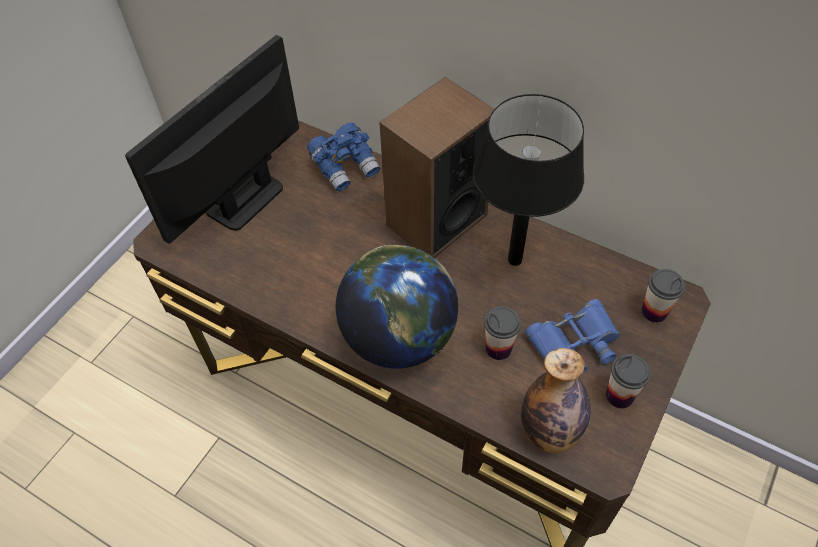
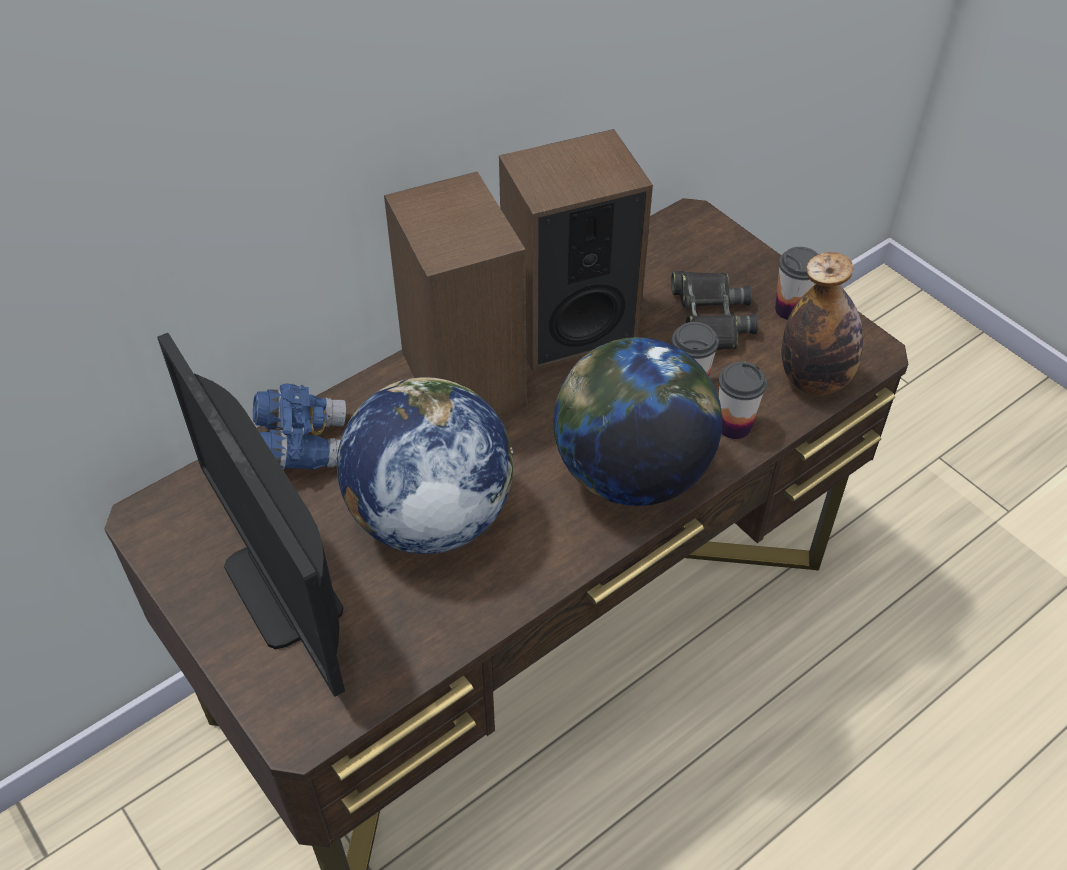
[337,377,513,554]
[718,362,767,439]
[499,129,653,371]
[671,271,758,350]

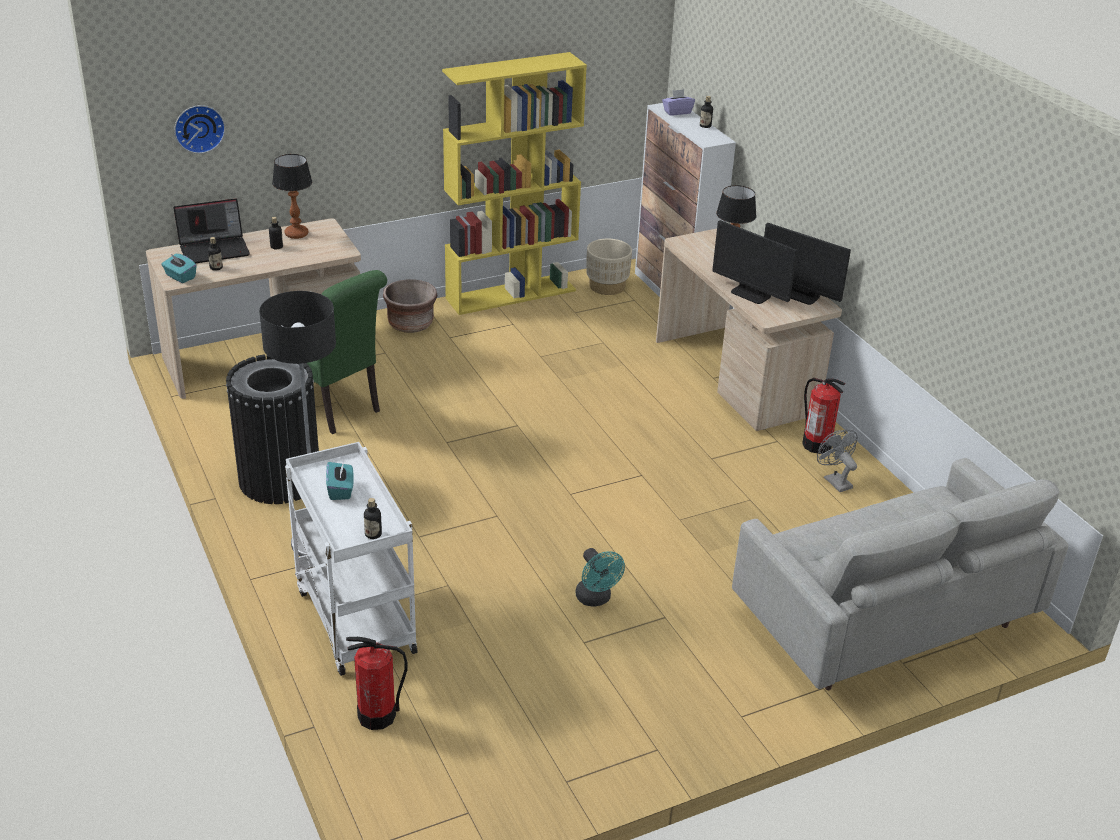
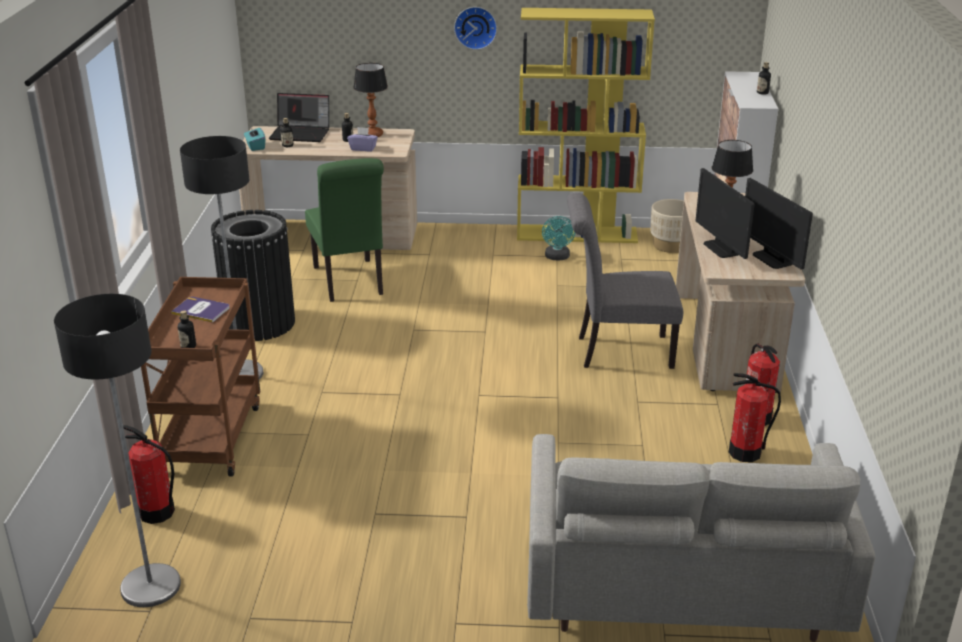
[383,279,438,333] (first image)
[54,294,181,607]
[567,193,683,369]
[454,7,497,50]
[542,216,575,260]
[347,127,378,151]
[171,297,230,323]
[729,373,781,462]
[141,277,260,476]

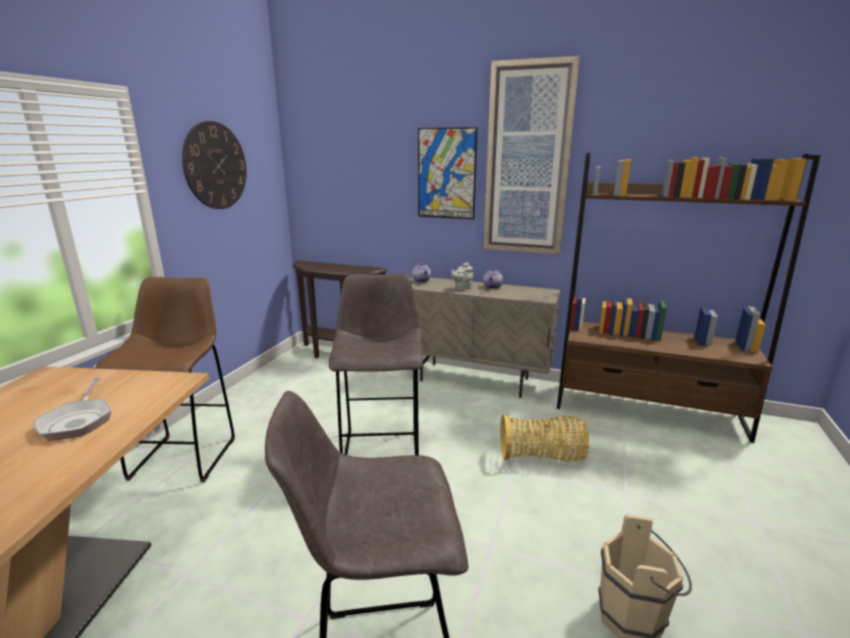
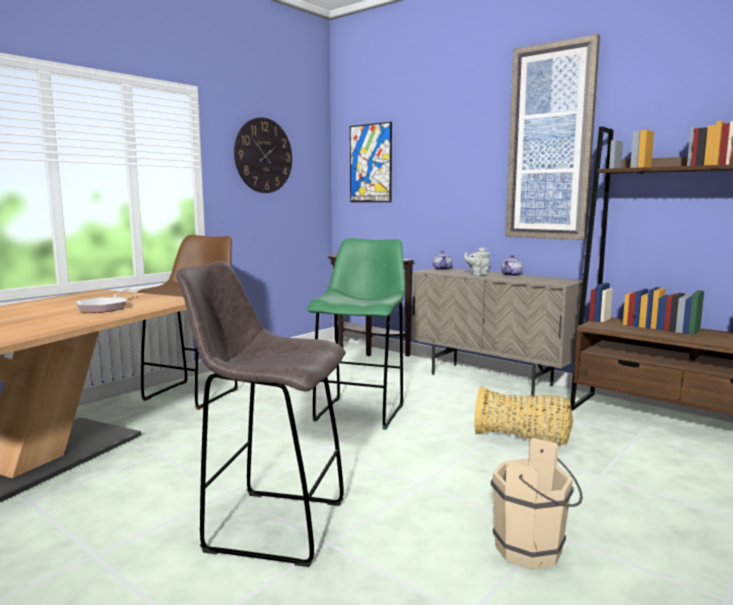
[350,122,392,202]
[307,238,406,430]

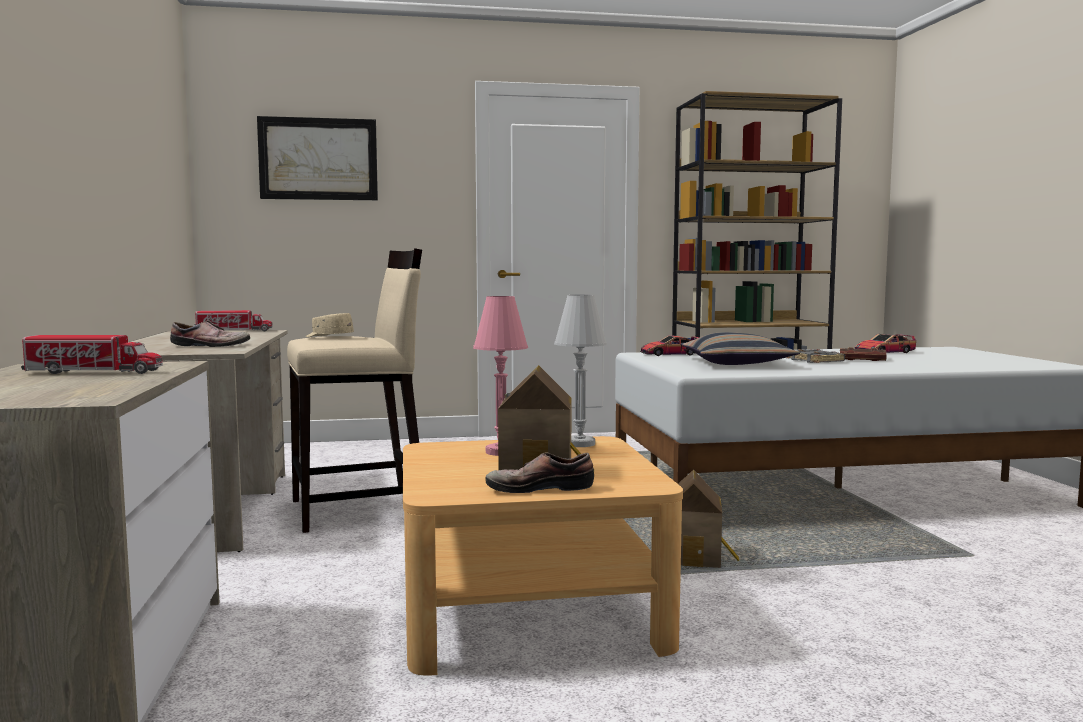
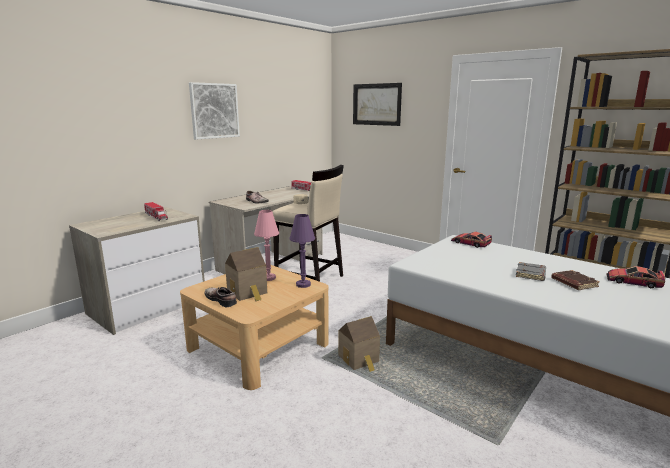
[680,332,801,365] (first image)
[189,82,240,140]
[289,214,315,288]

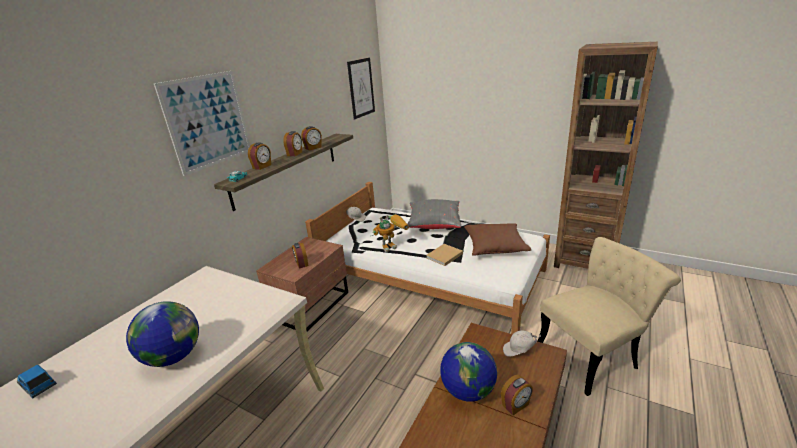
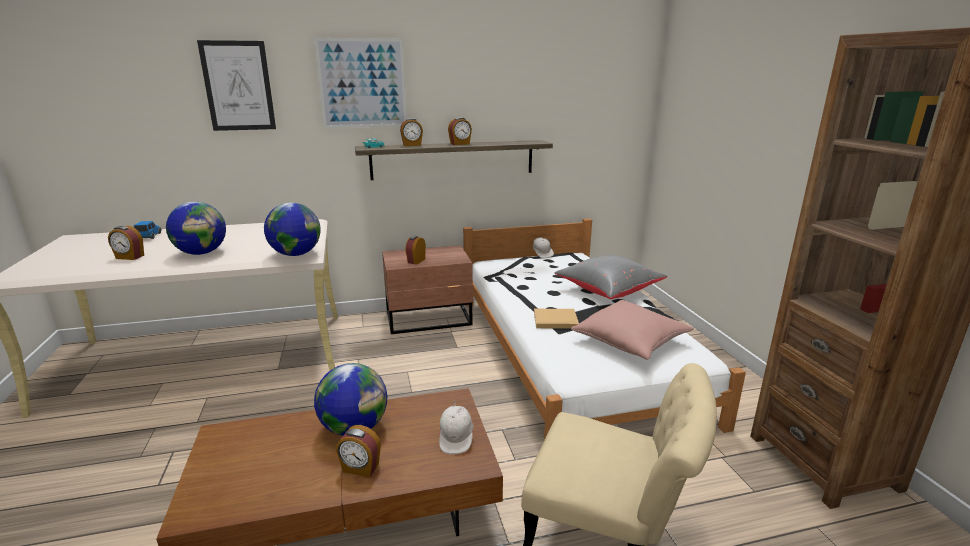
[373,214,409,252] (first image)
[264,203,321,256]
[108,226,144,260]
[197,40,276,131]
[571,300,694,360]
[439,400,473,454]

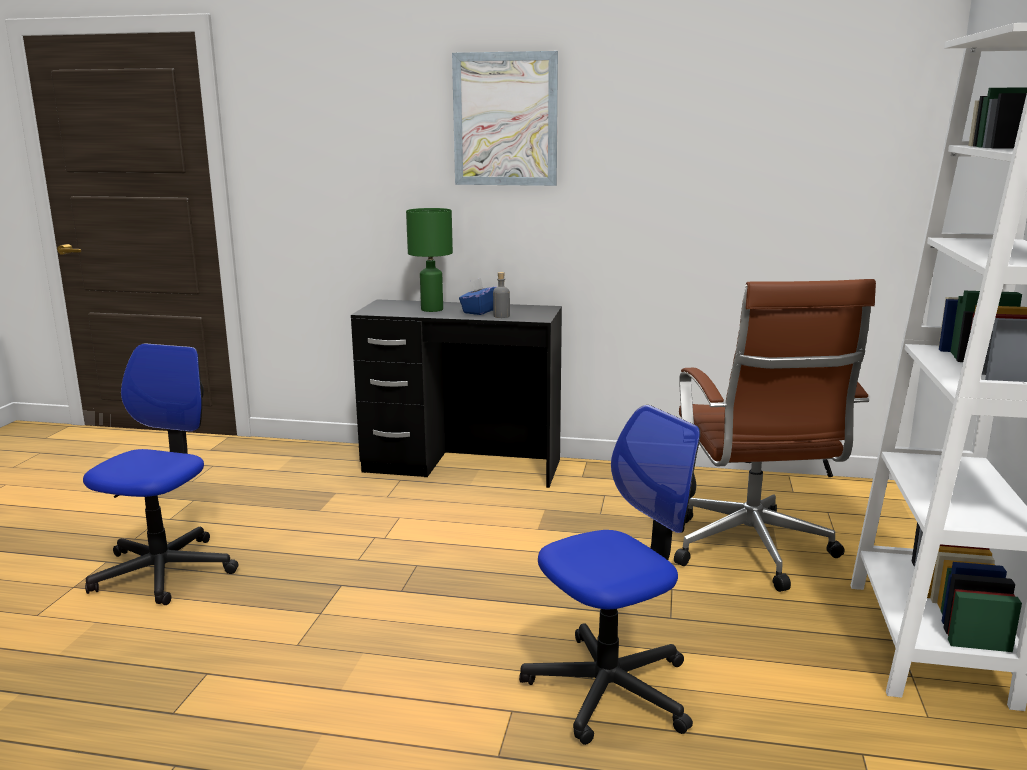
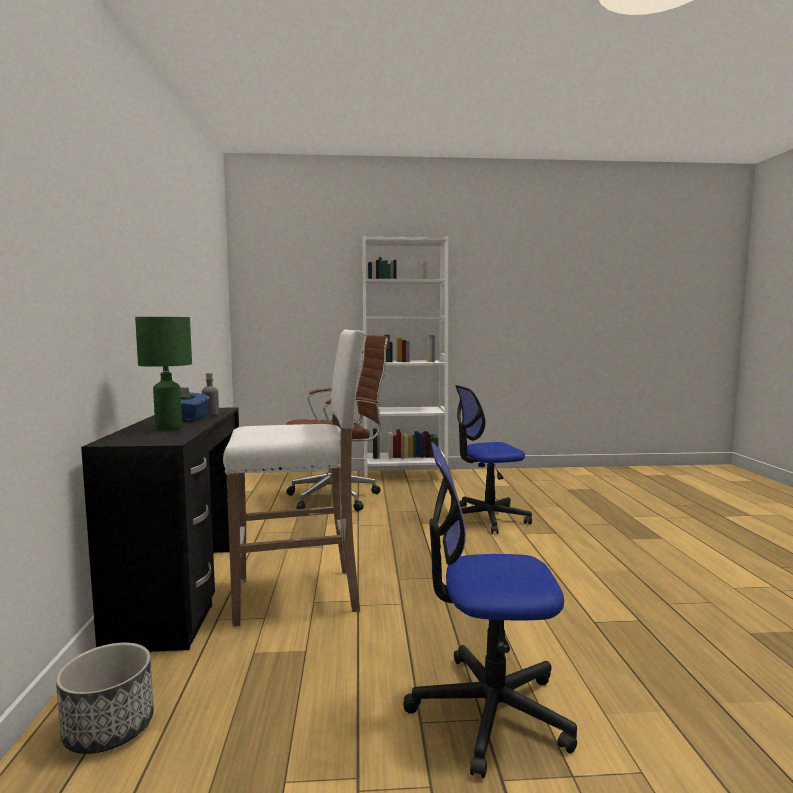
[452,51,558,186] (first image)
[56,643,154,754]
[223,329,366,627]
[446,385,532,534]

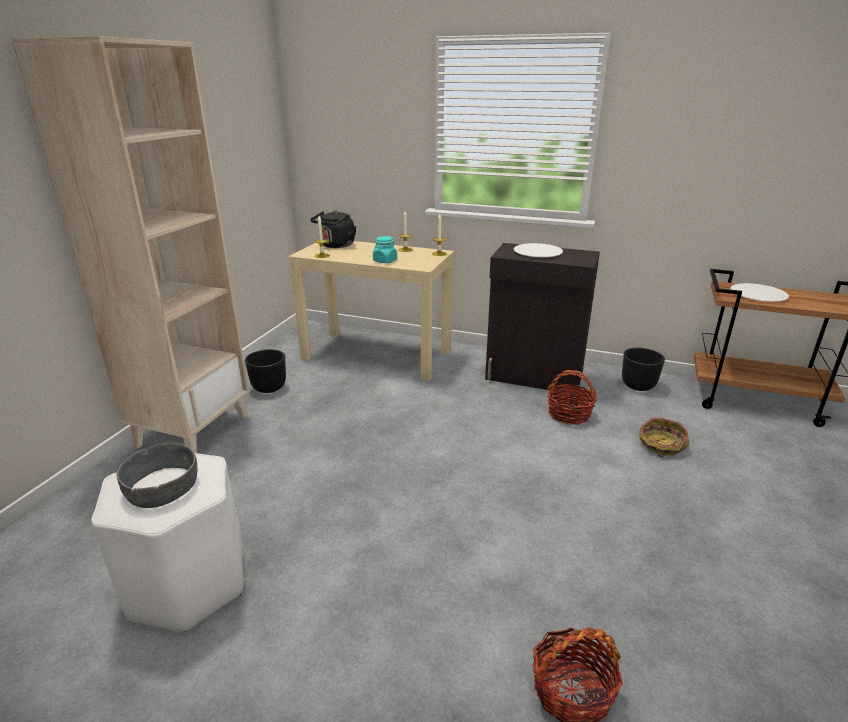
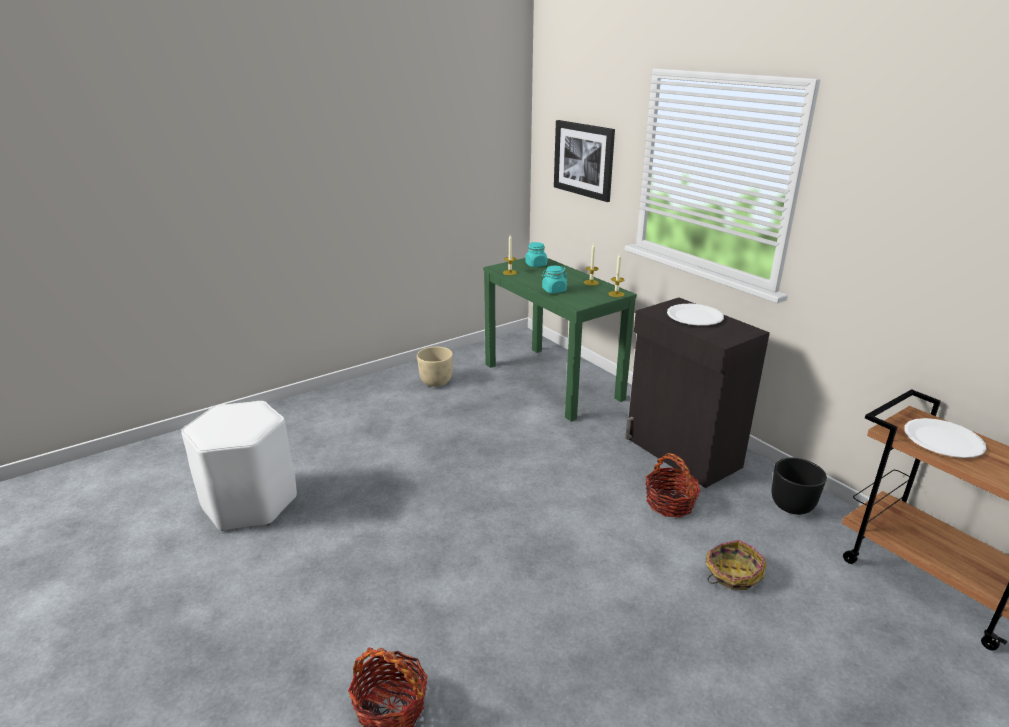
[11,36,249,453] (first image)
[117,443,197,508] (first image)
[554,120,615,202]
[525,242,547,267]
[417,347,453,387]
[483,258,637,422]

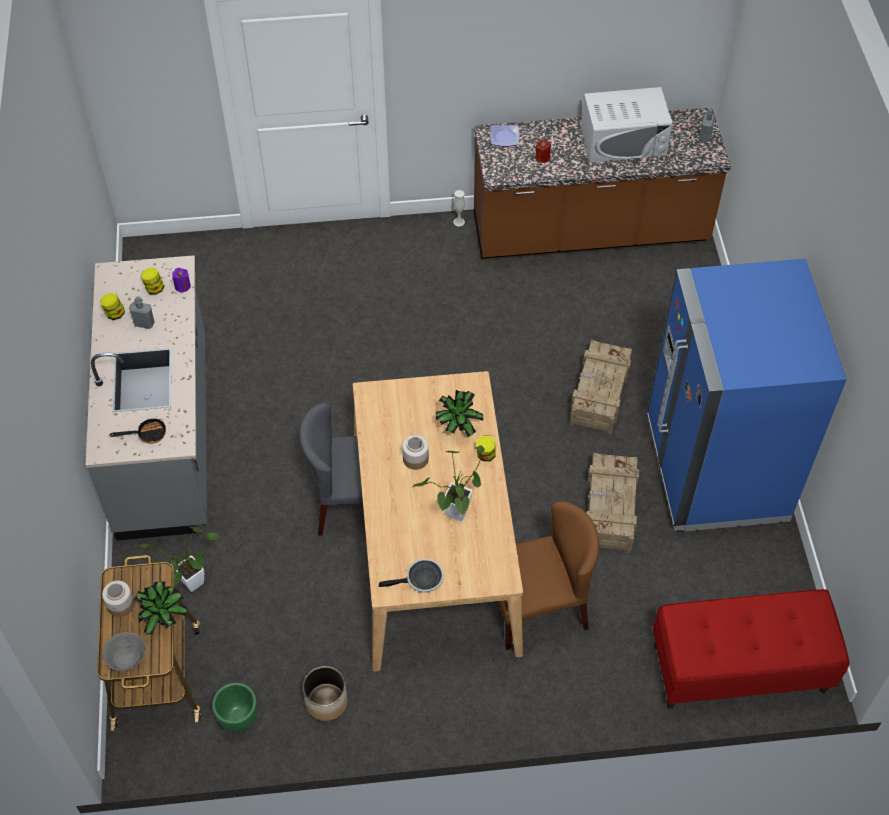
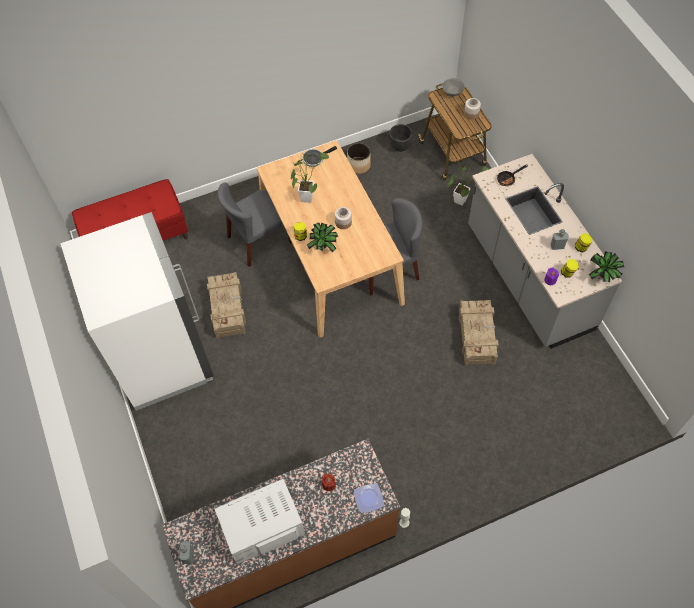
[589,251,624,282]
[459,300,499,366]
[389,124,413,152]
[217,182,292,267]
[60,212,214,411]

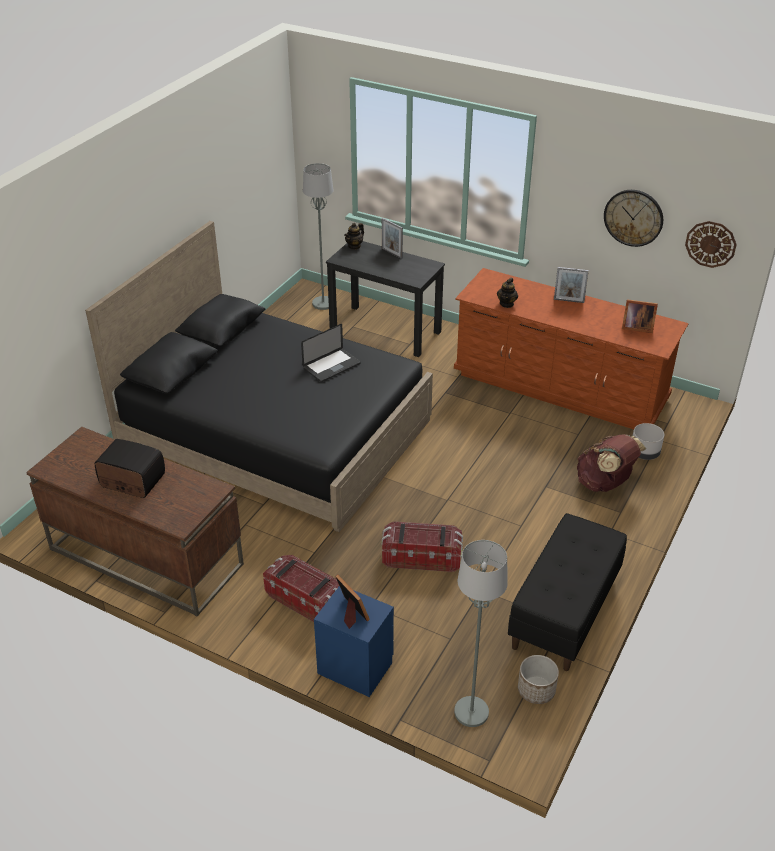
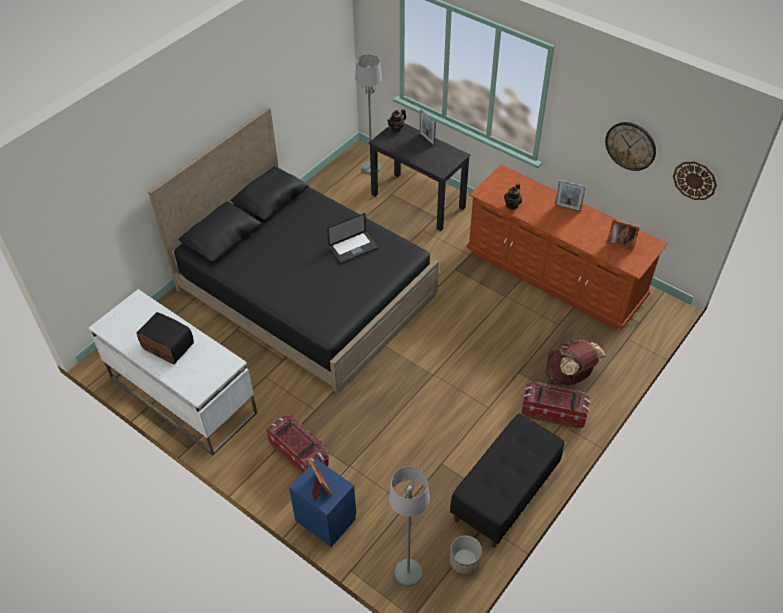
[633,423,664,460] (first image)
[521,381,590,429]
[89,289,257,456]

